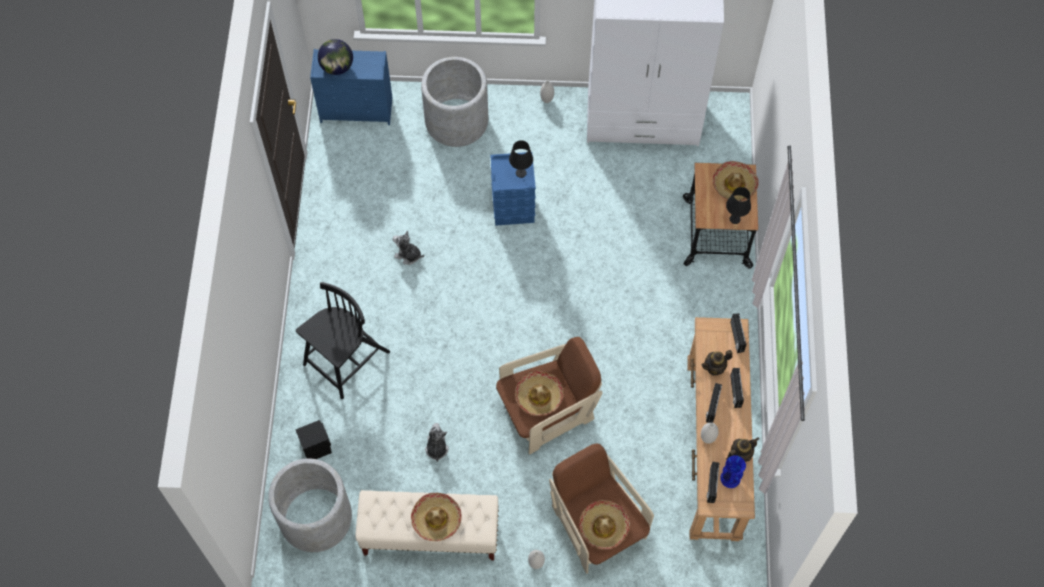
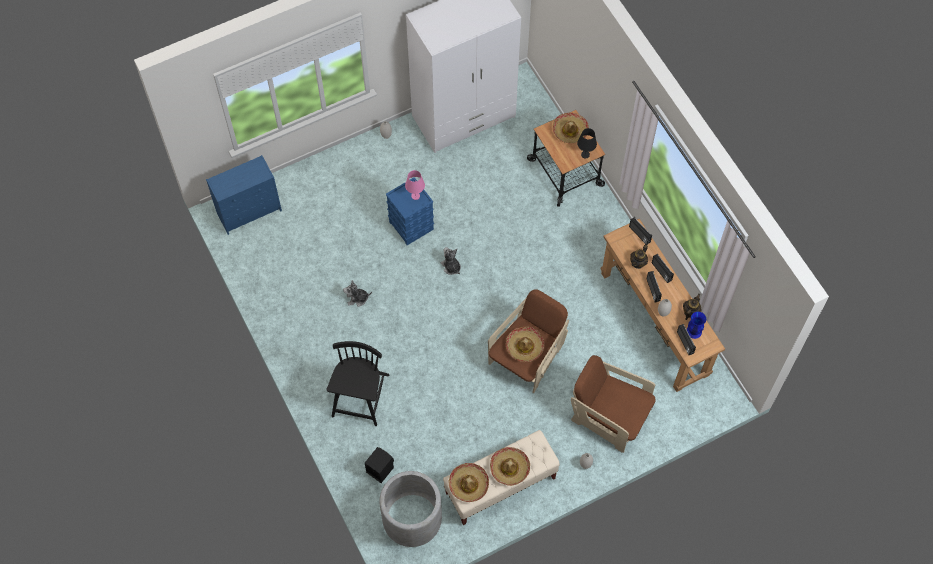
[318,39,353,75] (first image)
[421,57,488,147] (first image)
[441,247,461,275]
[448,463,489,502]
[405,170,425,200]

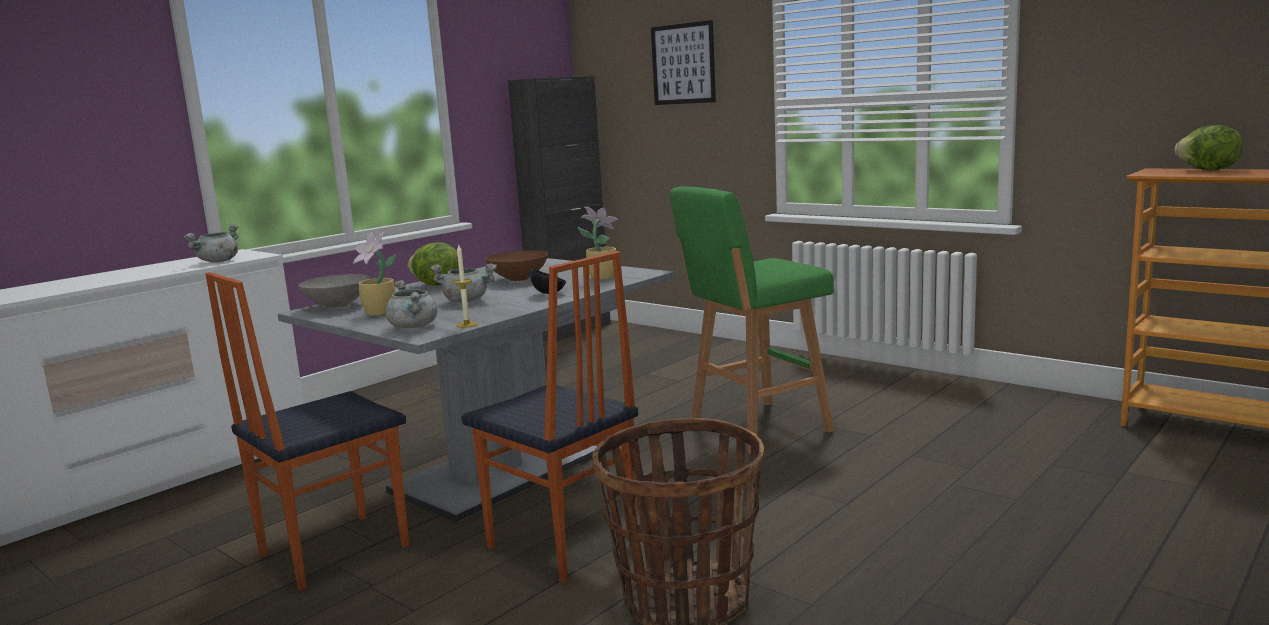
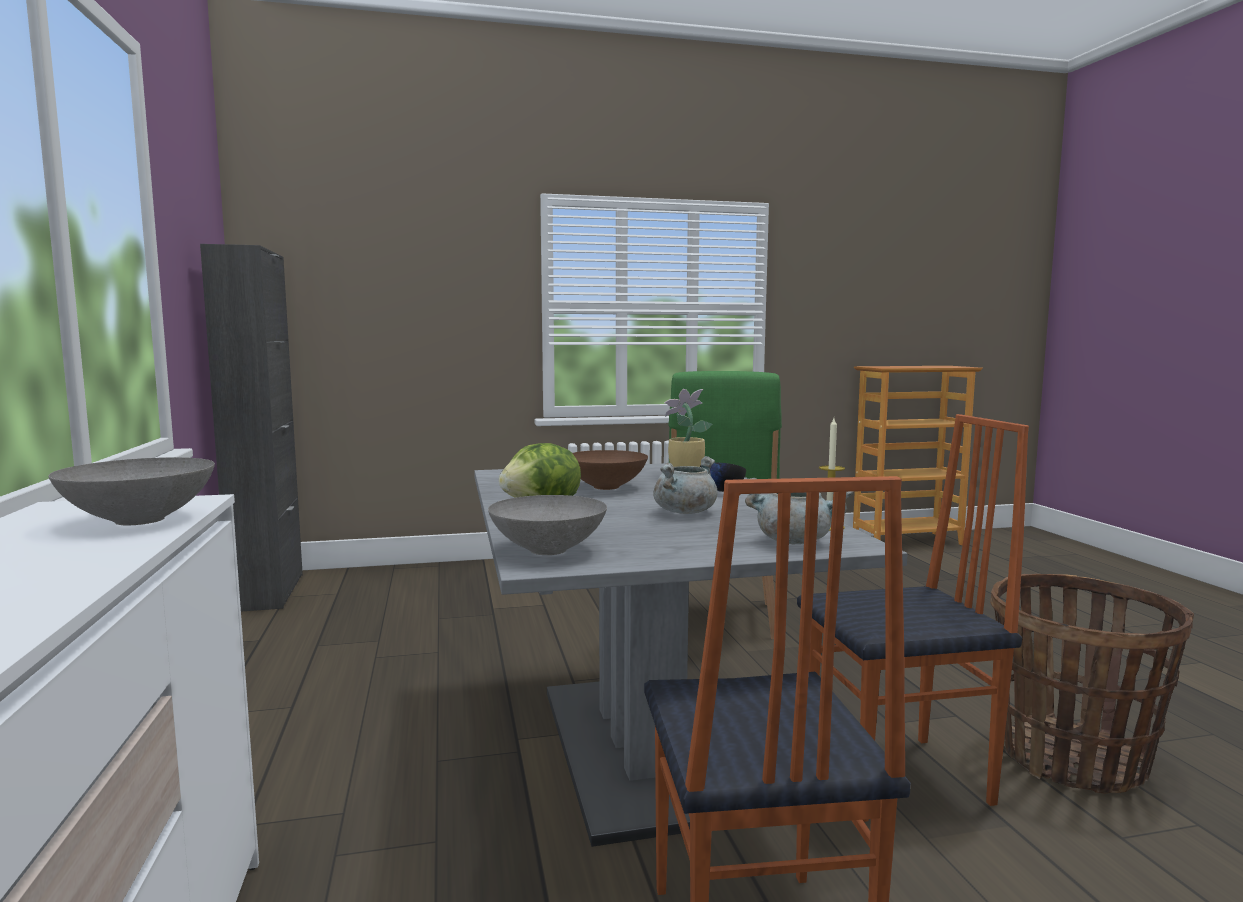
[353,232,396,316] (first image)
[651,20,716,105] (first image)
[1174,125,1243,170] (first image)
[48,457,215,525]

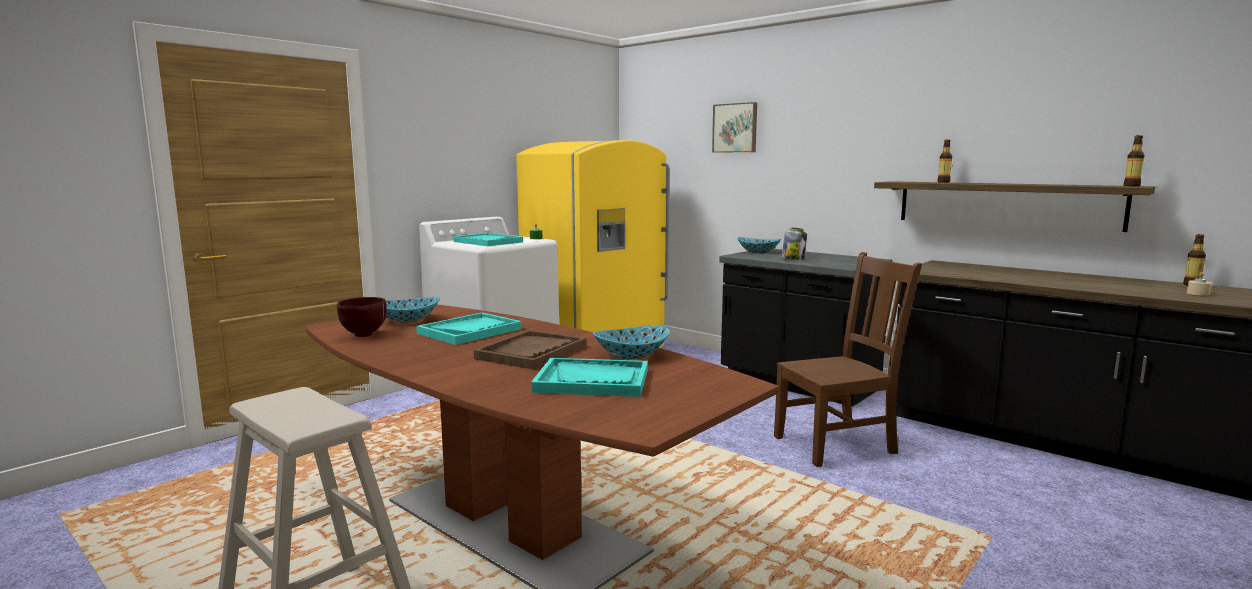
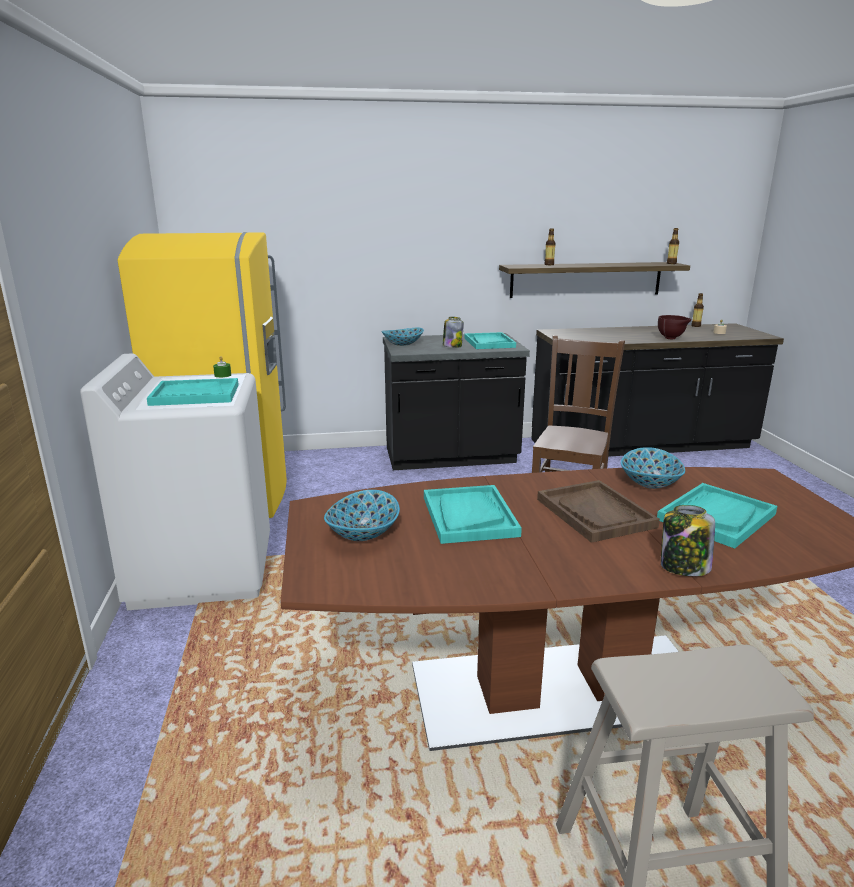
[712,102,757,153] (first image)
[464,332,516,349]
[661,505,715,576]
[658,315,691,339]

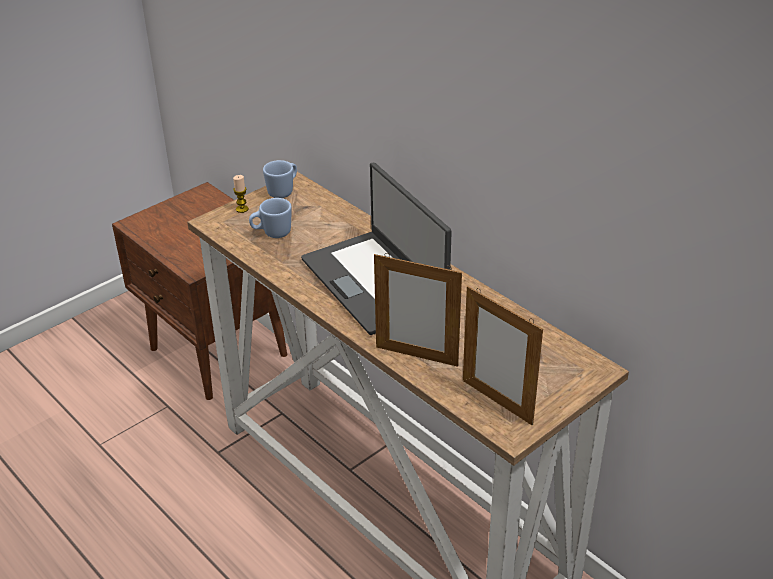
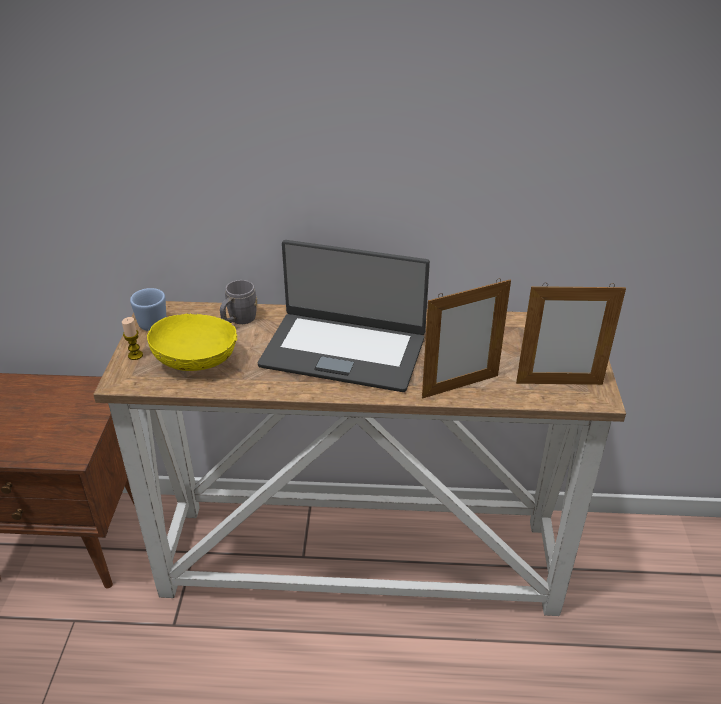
[220,280,257,324]
[147,313,237,371]

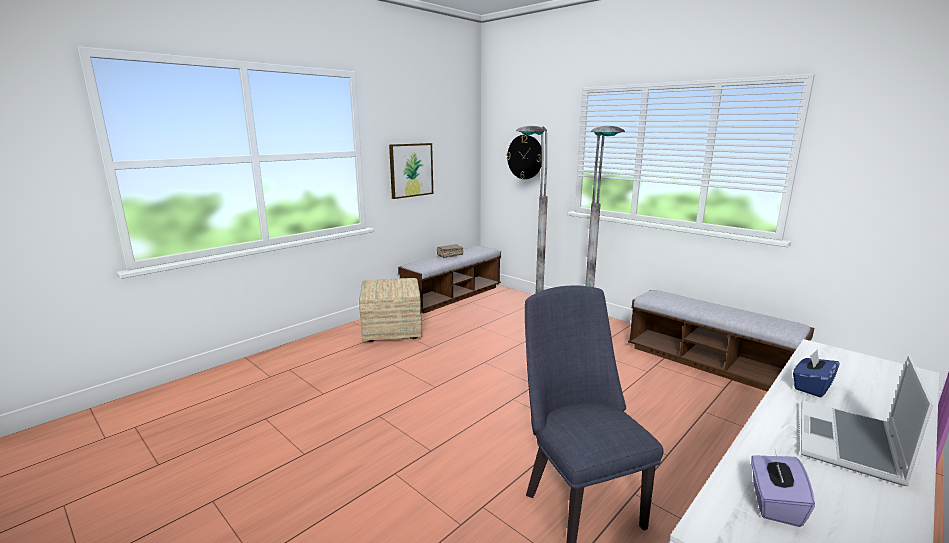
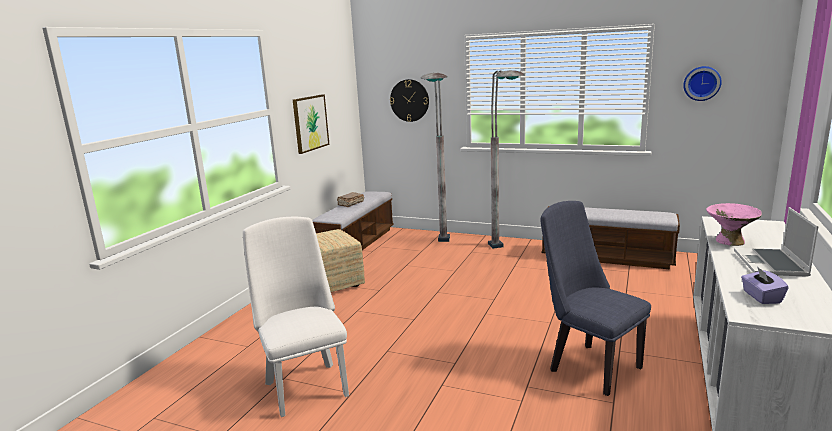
[243,217,349,417]
[683,66,722,101]
[706,203,762,246]

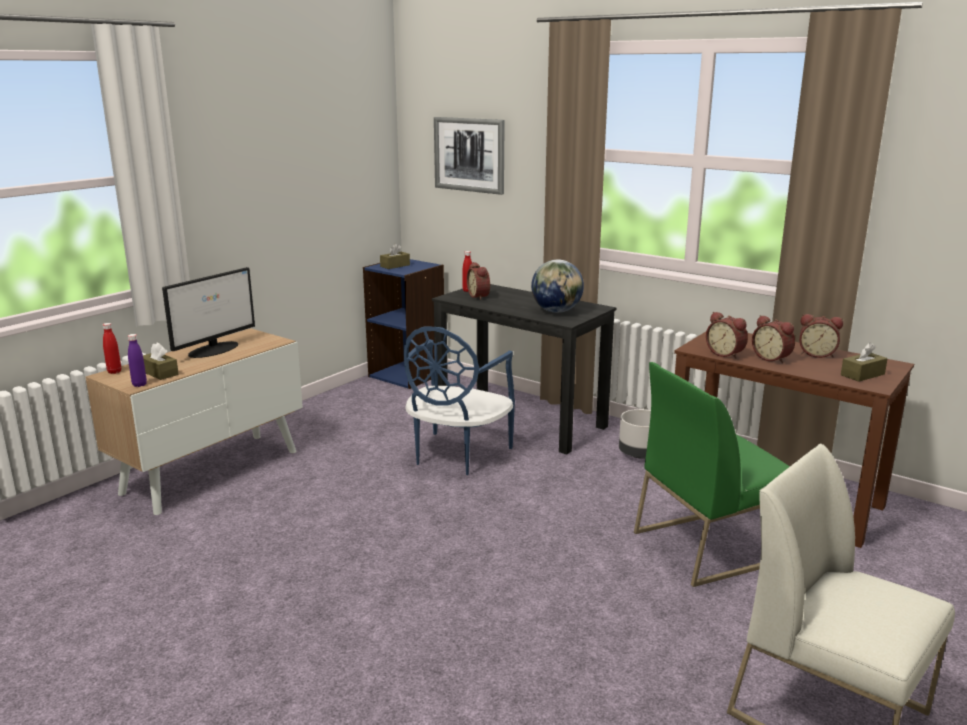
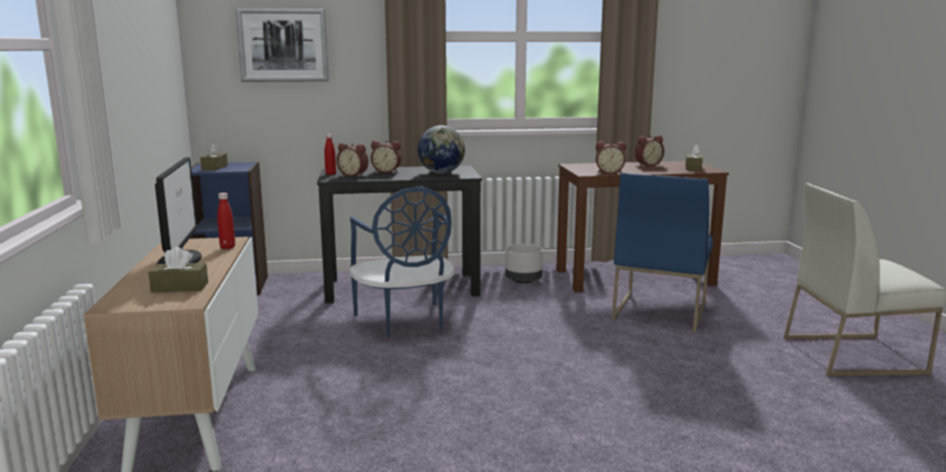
[128,334,147,387] (first image)
[217,193,235,249]
[371,141,402,173]
[612,173,713,332]

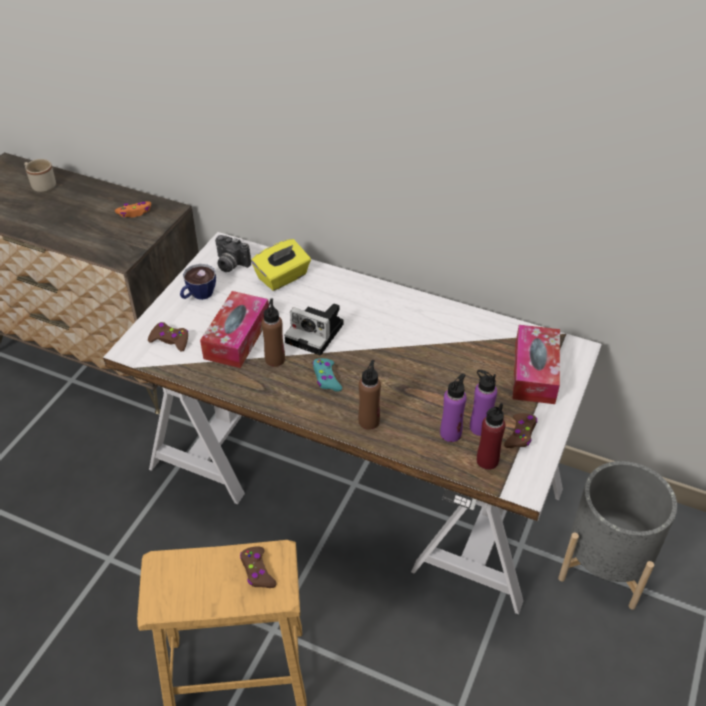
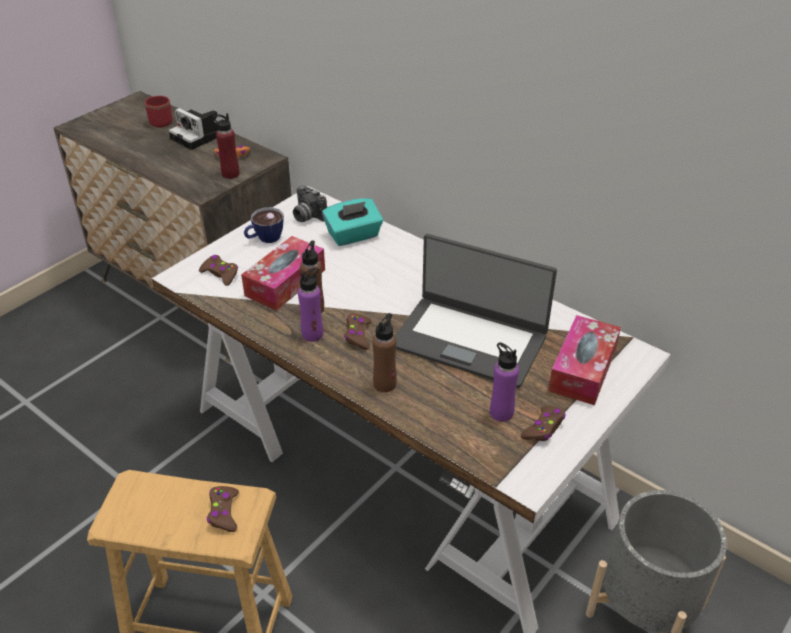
[395,234,557,388]
[168,108,218,150]
[298,267,323,342]
[213,113,240,179]
[145,96,173,127]
[322,198,383,246]
[344,314,371,350]

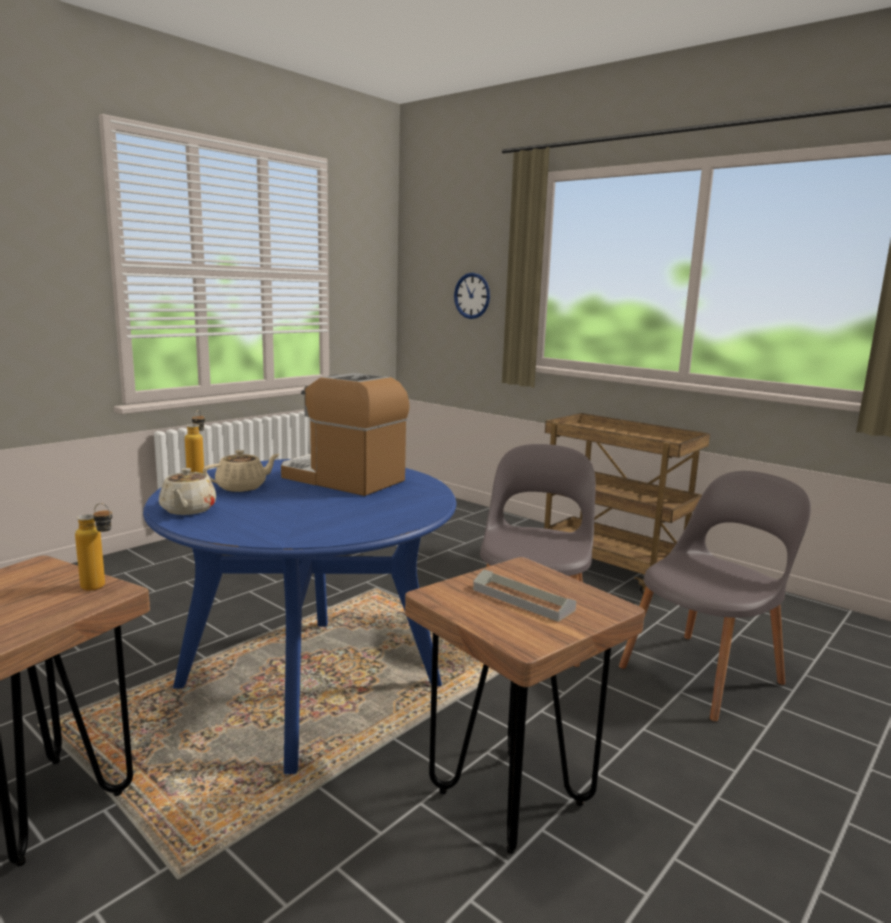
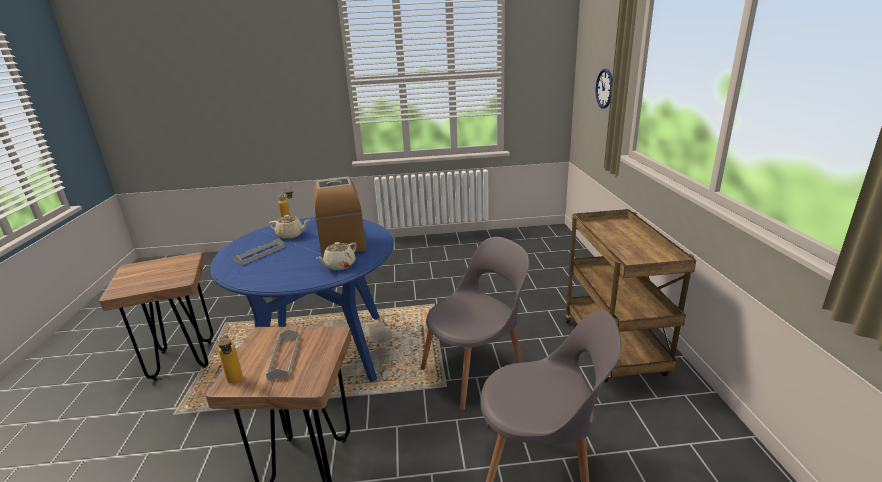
[233,238,285,265]
[218,335,243,384]
[316,242,357,270]

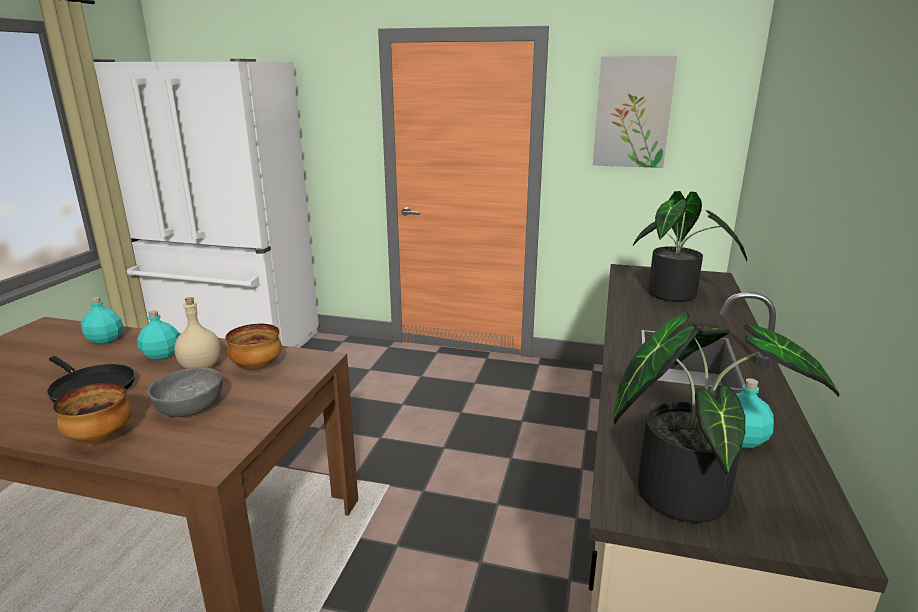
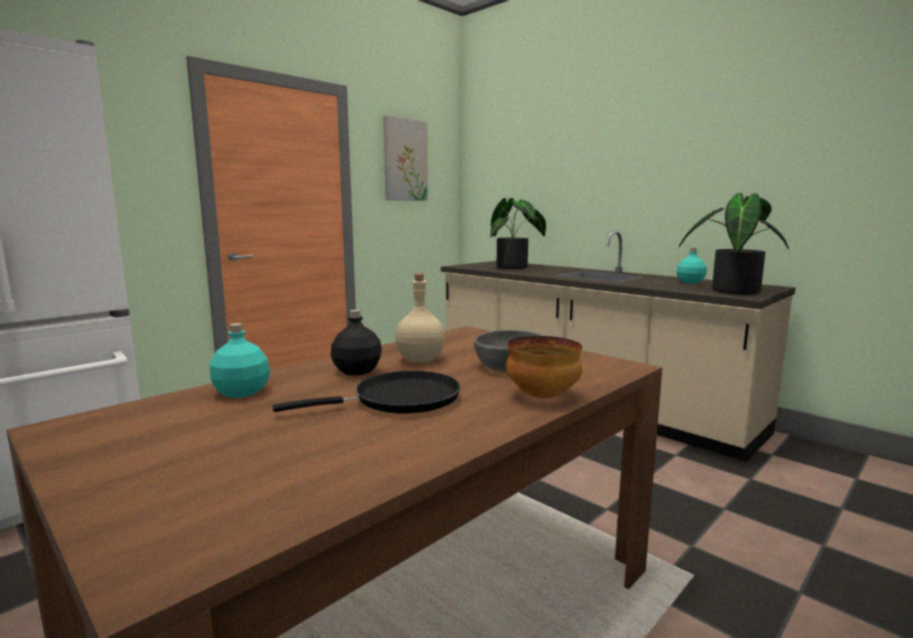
[225,324,282,370] (first image)
[331,310,382,376]

